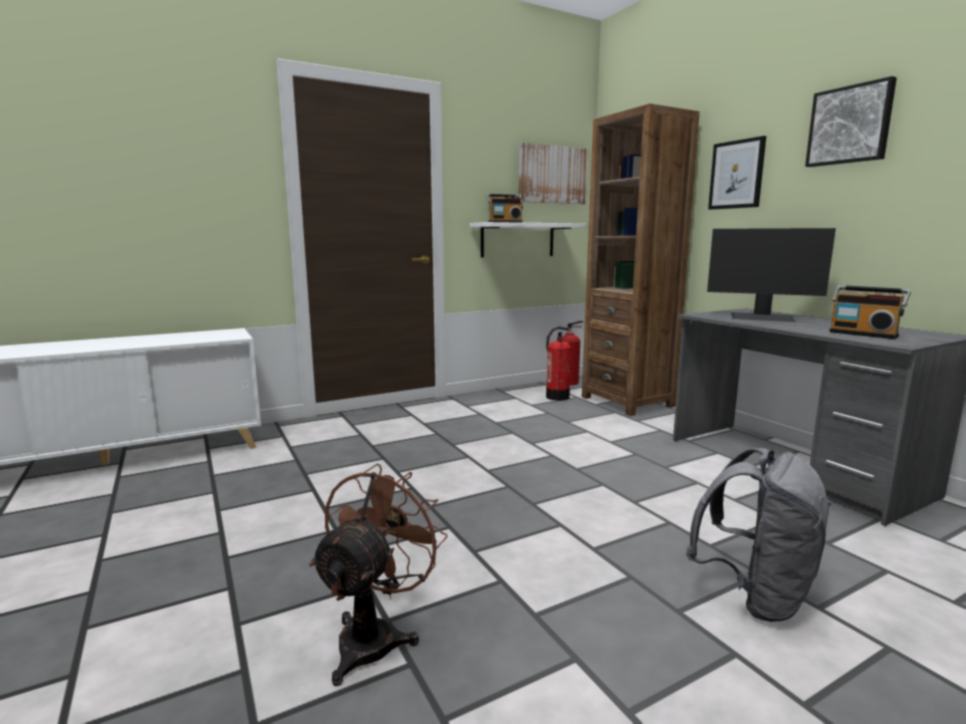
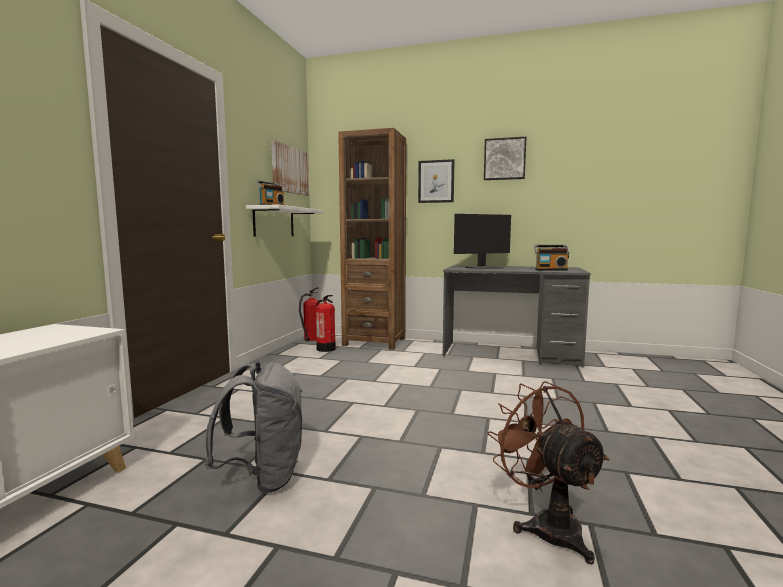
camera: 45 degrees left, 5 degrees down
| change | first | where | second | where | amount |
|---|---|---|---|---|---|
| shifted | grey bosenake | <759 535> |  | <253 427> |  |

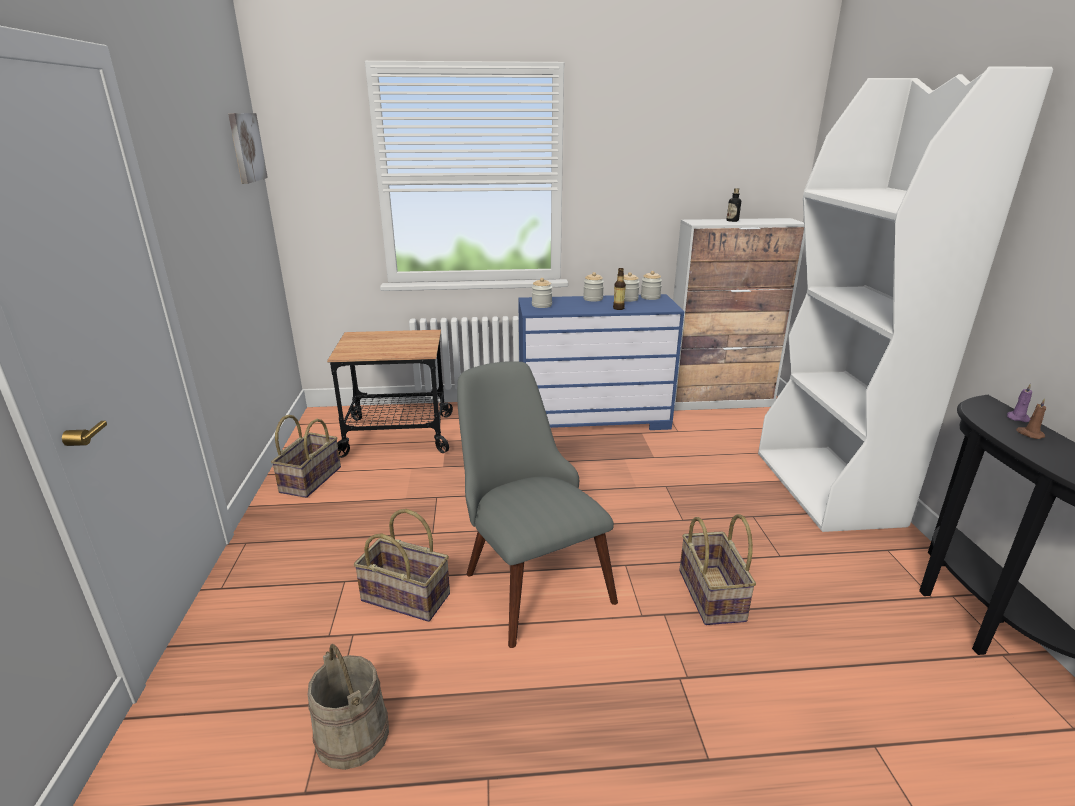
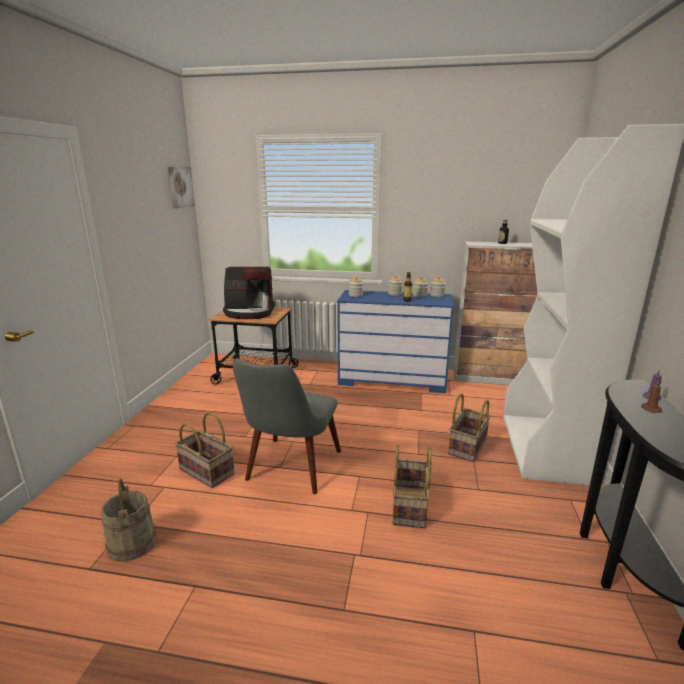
camera: 15 degrees right, 5 degrees down
| change | first | where | second | where | amount |
|---|---|---|---|---|---|
| rotated | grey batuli | <537 504> |  | <287 426> | 150 degrees counterclockwise |
| shifted | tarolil | <306 456> |  | <469 427> |  |
| new |  |  | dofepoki | <249 293> |  |

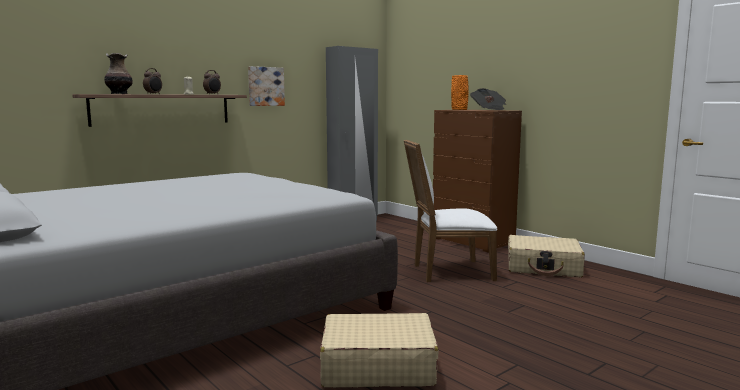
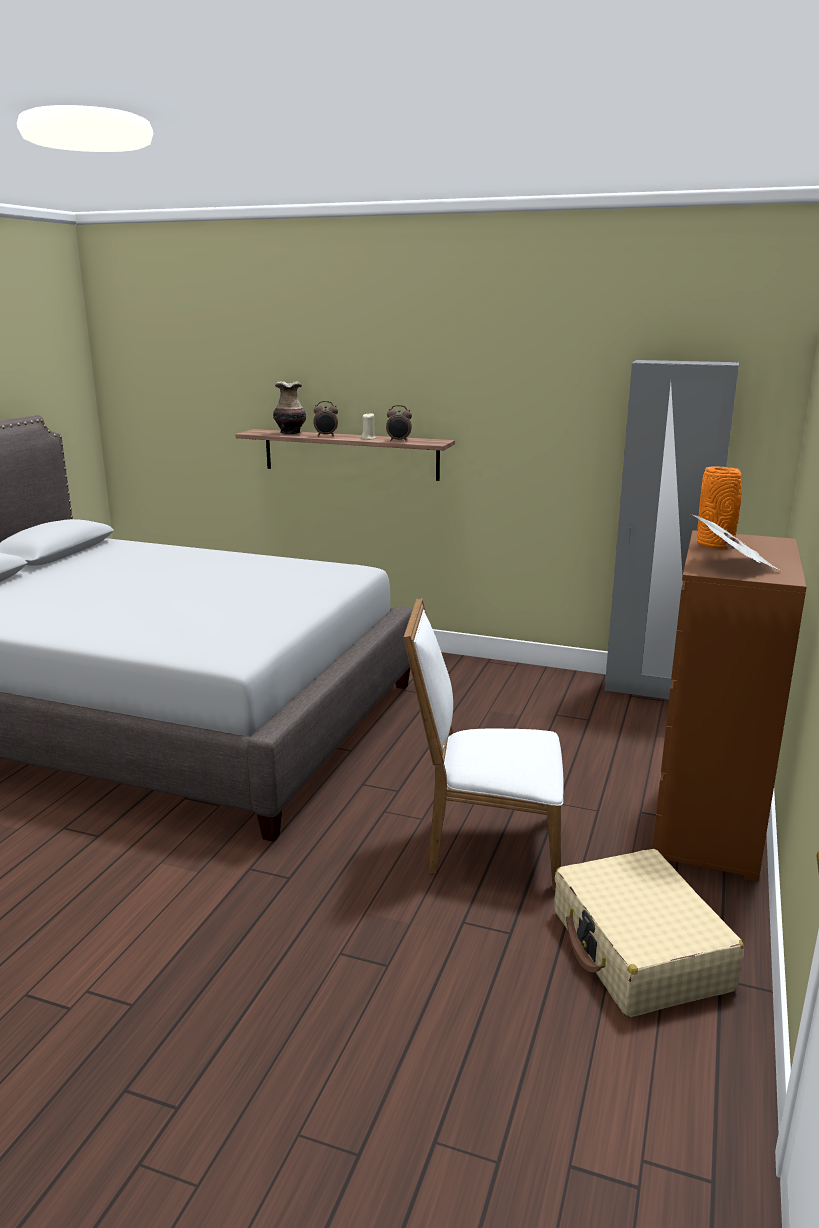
camera: 60 degrees right, 10 degrees up
| change | first | where | second | where | amount |
|---|---|---|---|---|---|
| gone | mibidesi | <266 86> |  |  |  |
| rotated | white batuli | <450 211> |  | <483 744> | 45 degrees counterclockwise |
| gone | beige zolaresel | <379 350> |  |  |  |

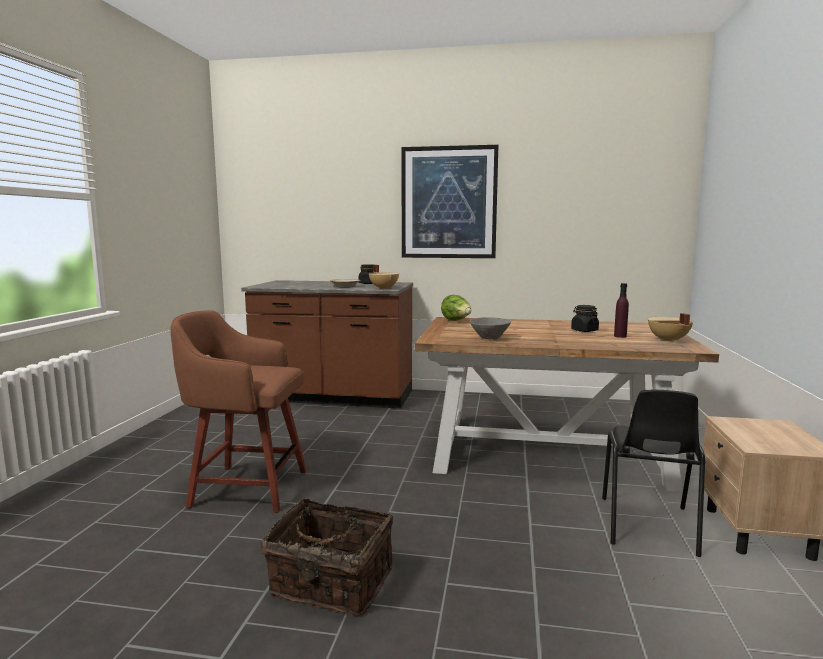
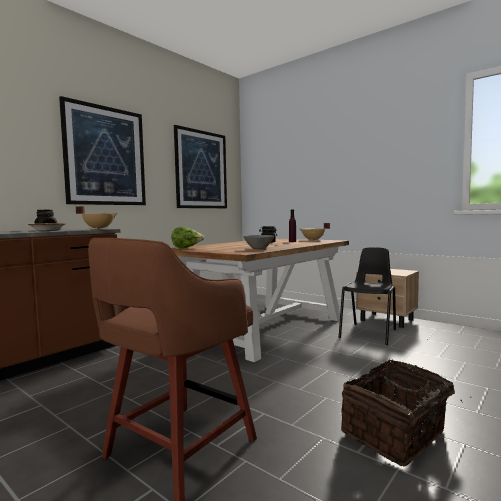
camera: 60 degrees left, 5 degrees down
| change | first | where | second | where | amount |
|---|---|---|---|---|---|
| rotated | black batuli | <653 473> |  | <367 296> | 105 degrees counterclockwise |
| new |  |  | mibidesi | <200 166> |  |

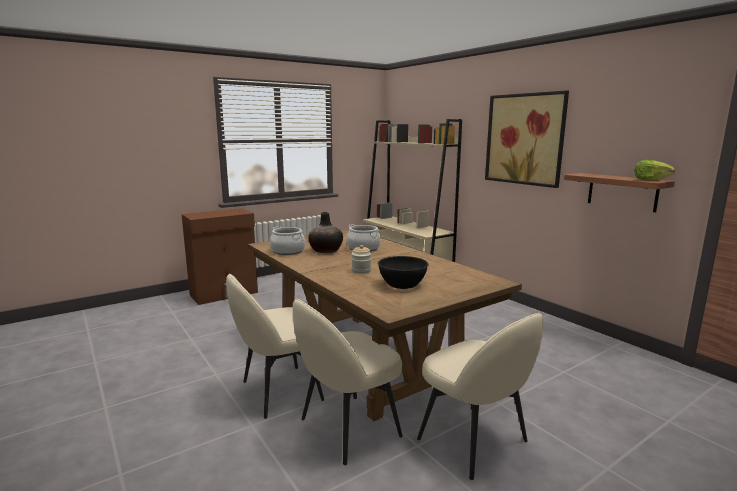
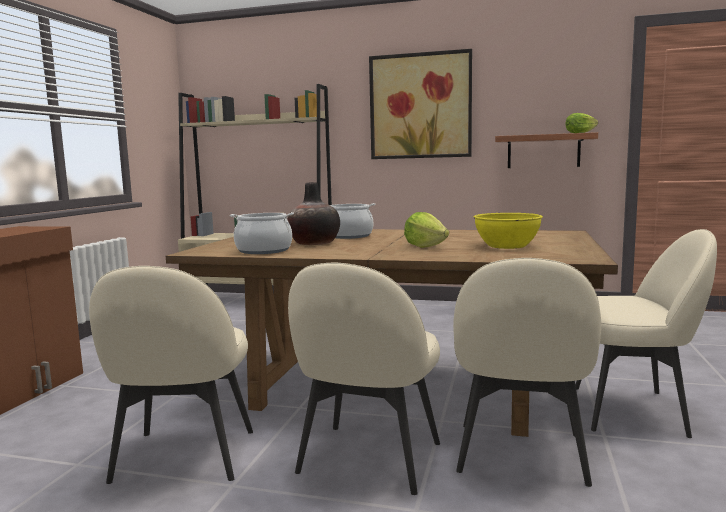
camera: 40 degrees left, 5 degrees down
| change | first | where | second | where | amount |
|---|---|---|---|---|---|
| swapped | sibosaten | <361 259> | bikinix | <426 230> |  |
| repainted | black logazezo | <403 272> | yellow logazezo | <508 231> |  |
| new |  |  | beige batuli | <171 375> |  |

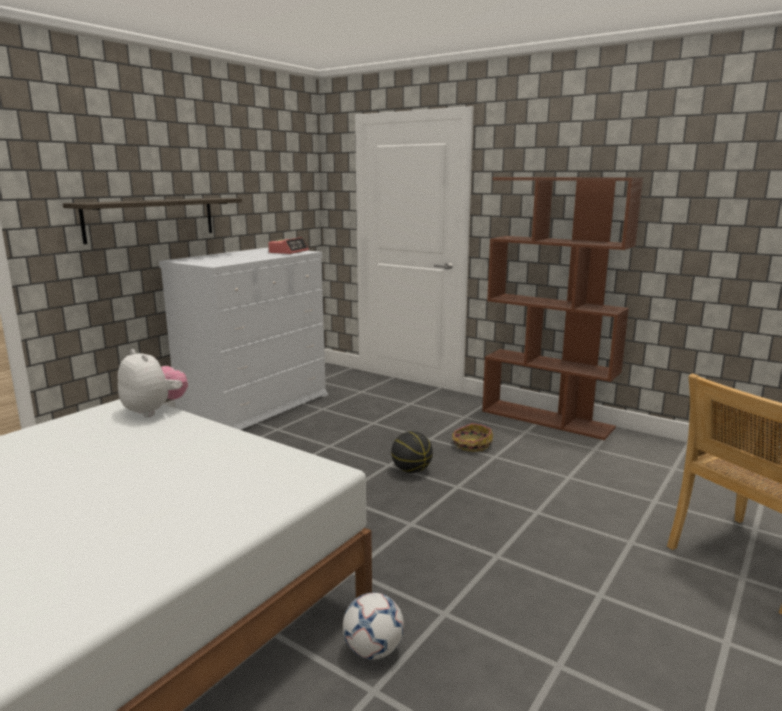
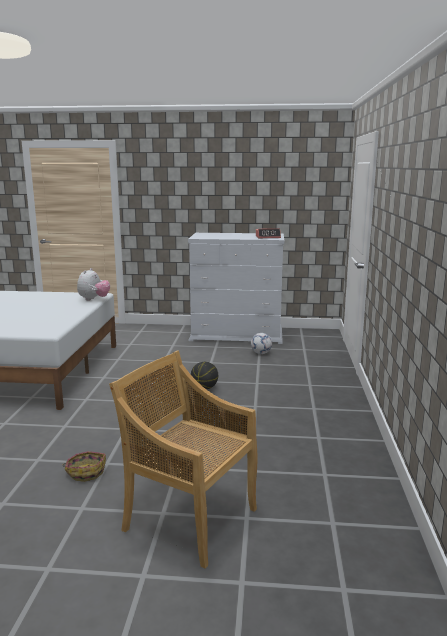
camera: 60 degrees right, 0 degrees up
| change | first | where | second | where | amount |
|---|---|---|---|---|---|
| gone | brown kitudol | <562 308> |  |  |  |
| gone | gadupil | <152 221> |  |  |  |
| shifted | tarolil | <472 437> |  | <84 466> |  |
| shifted | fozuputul | <373 626> |  | <261 343> |  |

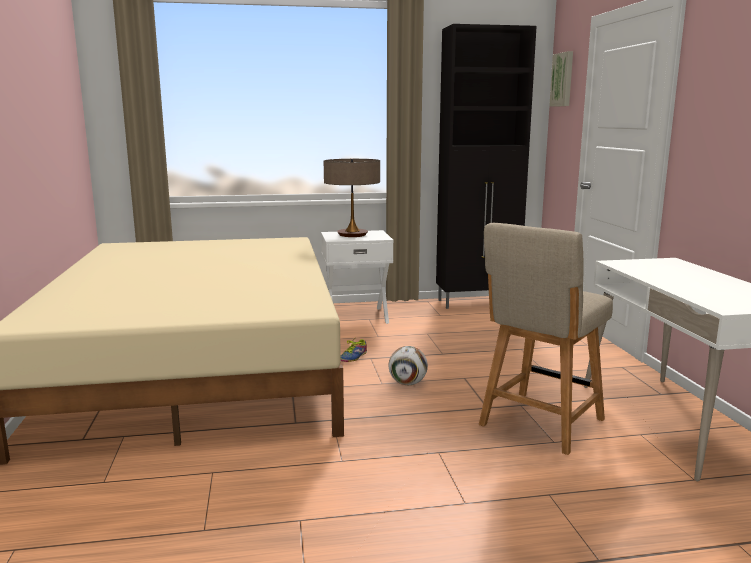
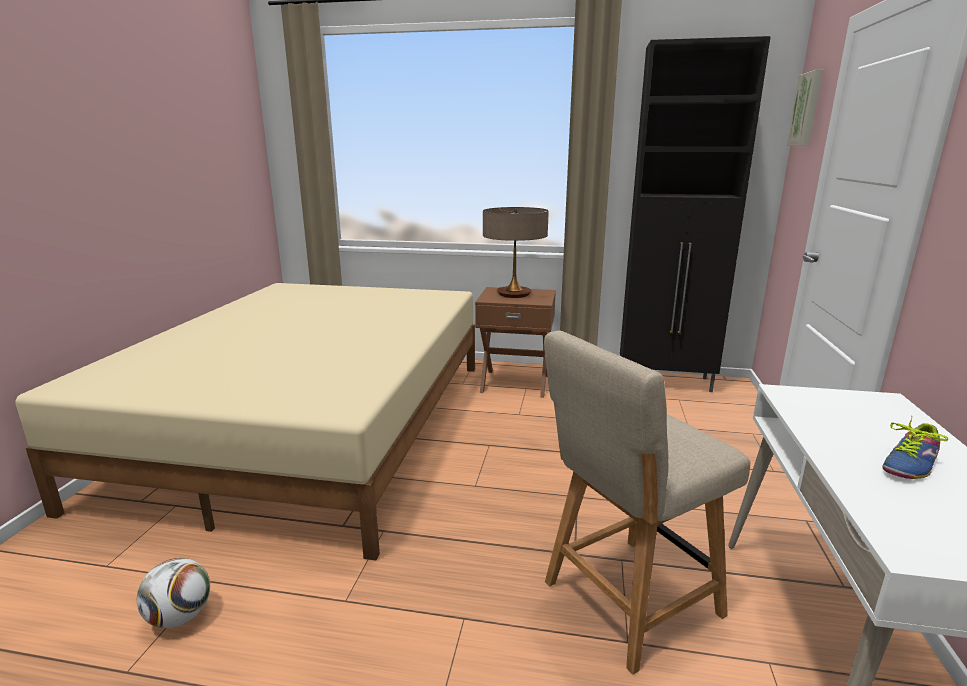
camera: 20 degrees right, 5 degrees up
| change | first | where | second | where | amount |
|---|---|---|---|---|---|
| repainted | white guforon | <357 277> | brown guforon | <515 342> |  |
| shifted | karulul | <354 349> |  | <915 447> |  |
| shifted | fozuputul | <408 365> |  | <173 593> |  |

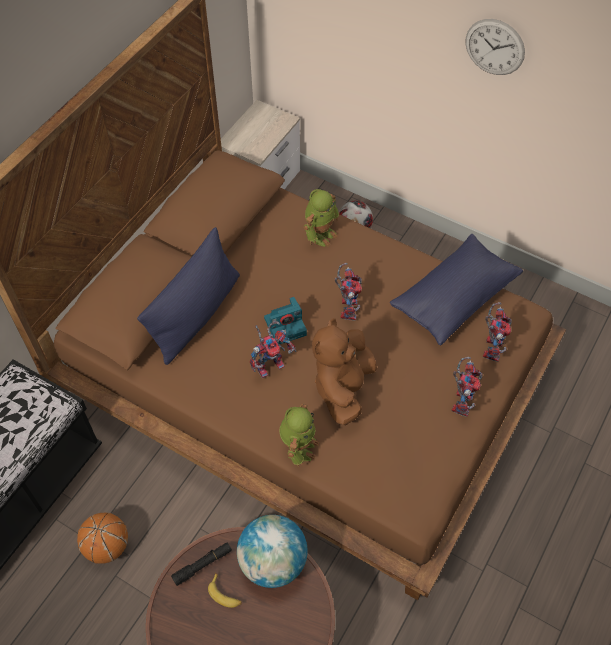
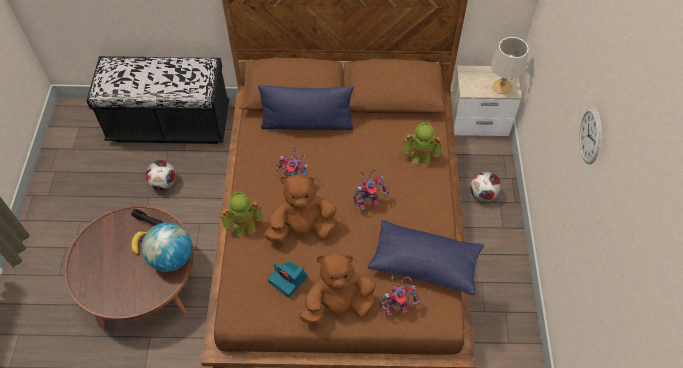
camera: 60 degrees right, 0 degrees up
| change | first | where | second | where | amount |
|---|---|---|---|---|---|
| shifted | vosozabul | <285 320> |  | <288 279> |  |
| swapped | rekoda | <467 387> | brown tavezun | <338 288> |  |
| swapped | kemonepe | <102 538> | fozuputul | <161 175> |  |
| new |  |  | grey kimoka | <509 65> |  |

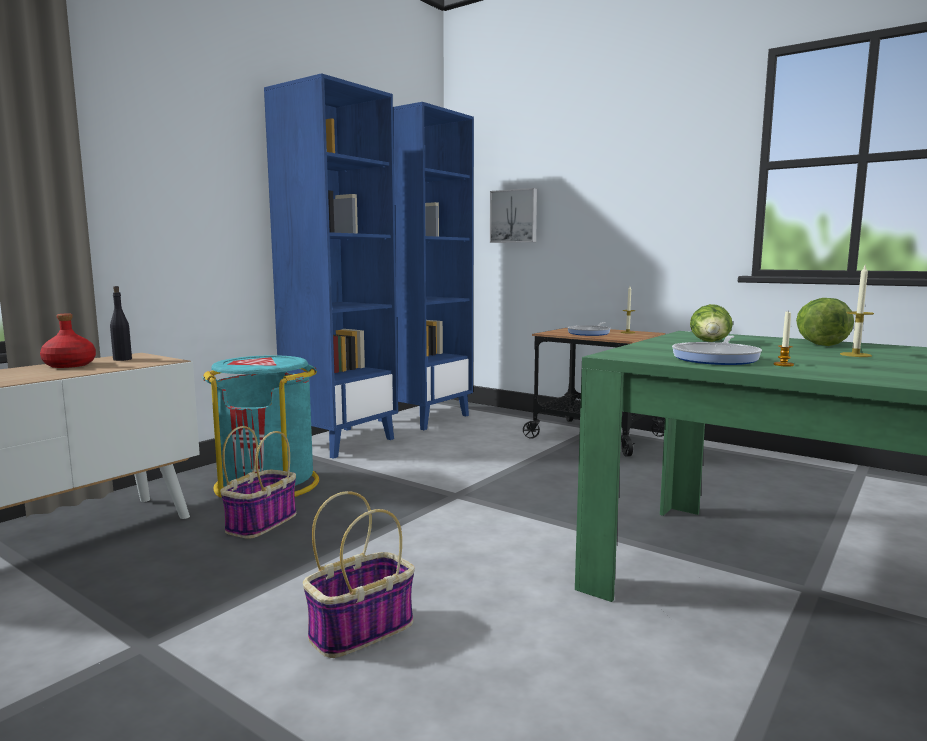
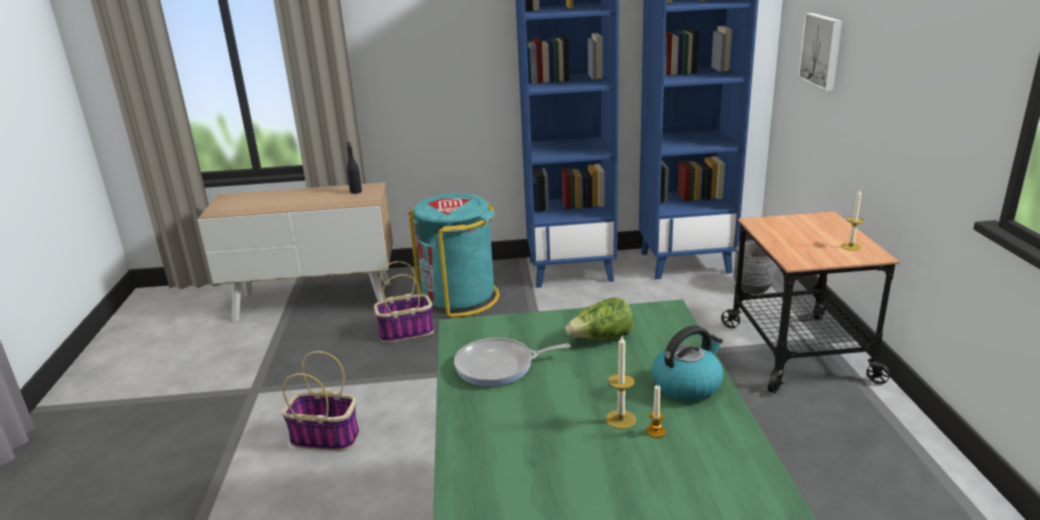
camera: 50 degrees right, 15 degrees up
| change | first | where | second | where | amount |
|---|---|---|---|---|---|
| swapped | bikinix | <825 322> | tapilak | <687 363> |  |
| shifted | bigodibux | <784 338> |  | <655 411> |  |
| gone | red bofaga | <68 341> |  |  |  |
| gone | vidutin | <589 329> |  |  |  |
| new |  |  | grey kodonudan | <755 268> |  |

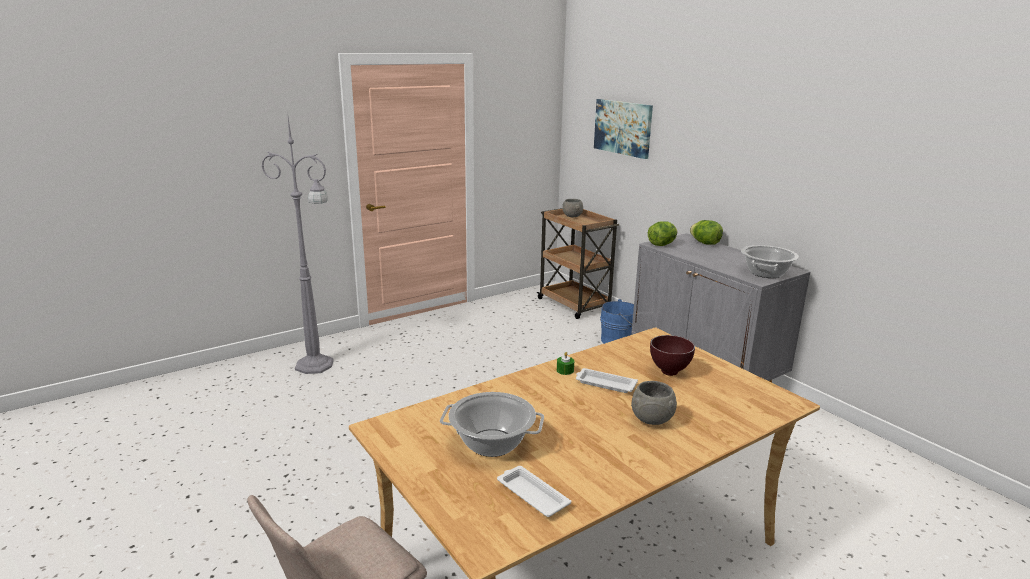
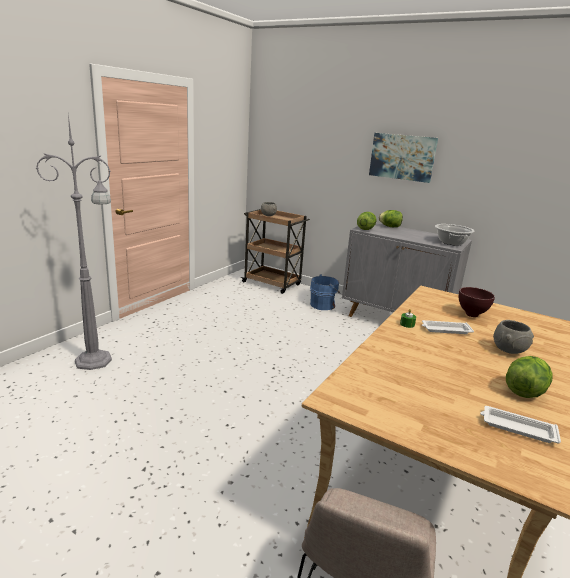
camera: 25 degrees left, 0 degrees up
| change | first | where | second | where | amount |
|---|---|---|---|---|---|
| shifted | mibidesi | <623 129> |  | <403 158> |  |
| gone | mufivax | <492 424> |  |  |  |
| new |  |  | bikinix | <529 377> |  |

